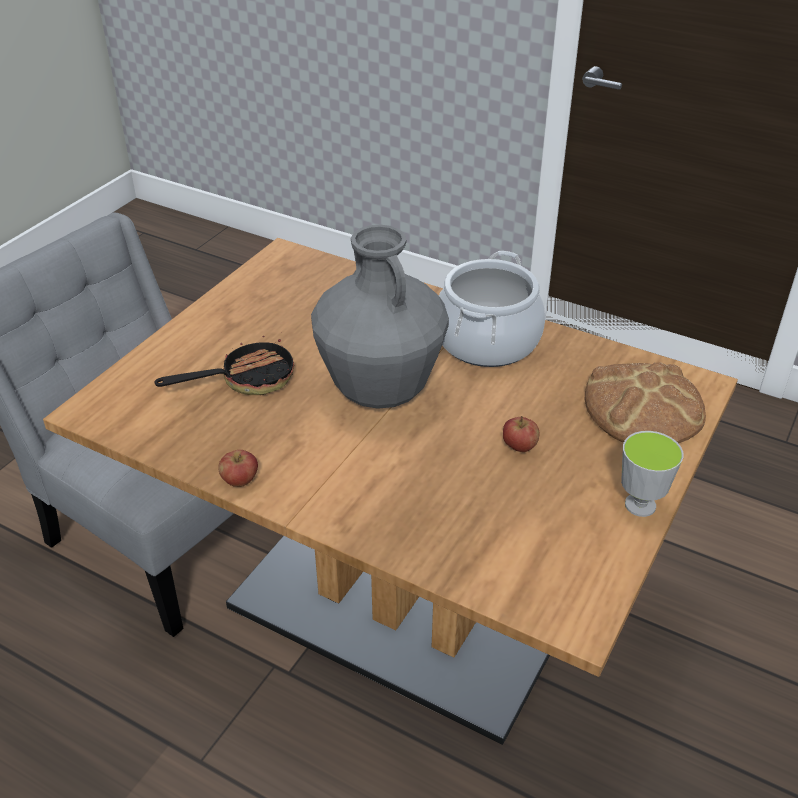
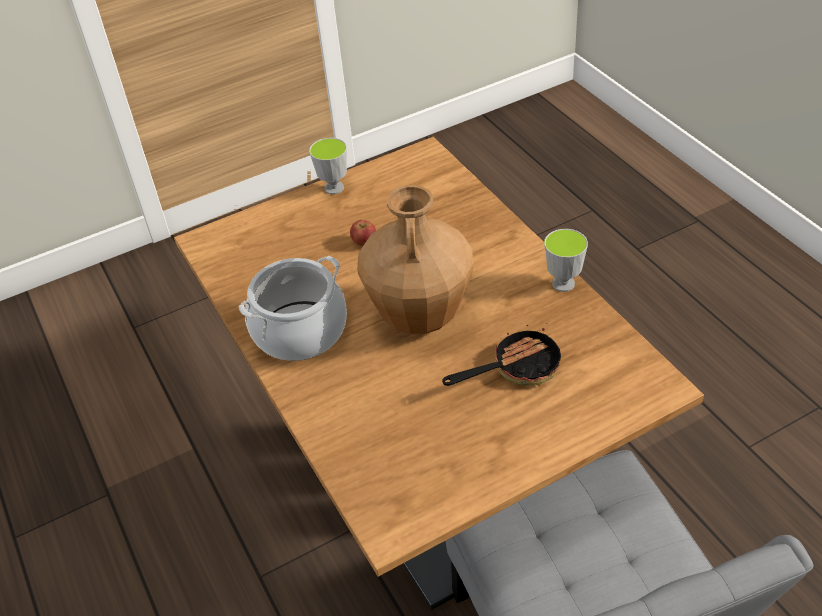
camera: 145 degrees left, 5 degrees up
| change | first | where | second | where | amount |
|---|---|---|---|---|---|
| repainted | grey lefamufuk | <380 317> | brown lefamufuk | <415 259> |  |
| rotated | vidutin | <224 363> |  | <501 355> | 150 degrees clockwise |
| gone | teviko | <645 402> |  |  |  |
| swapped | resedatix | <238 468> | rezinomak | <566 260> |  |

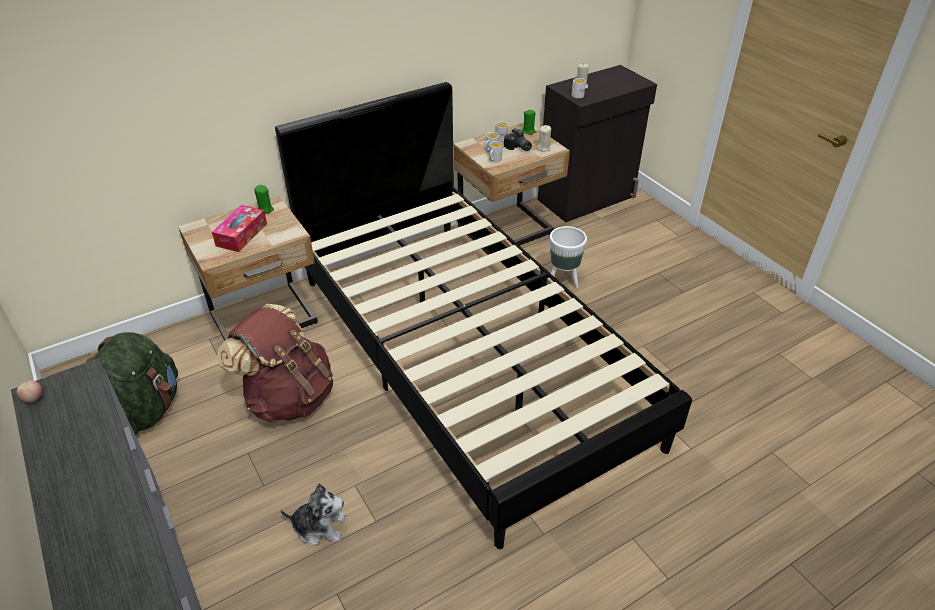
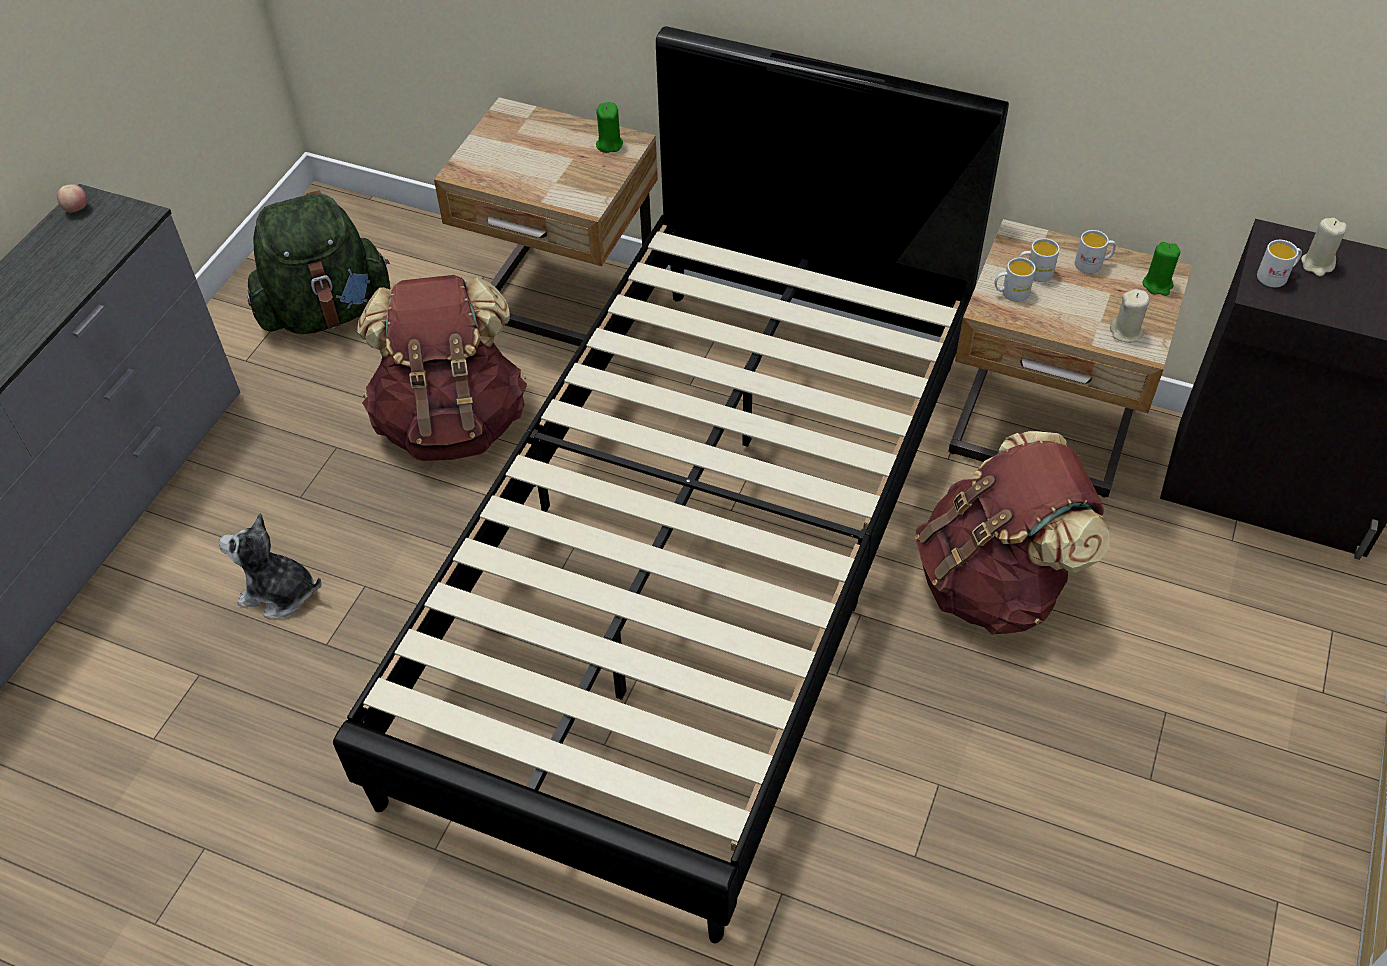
camera: 55 degrees right, 10 degrees up
| change | first | where | second | where | amount |
|---|---|---|---|---|---|
| gone | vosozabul | <518 139> |  |  |  |
| gone | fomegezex | <239 228> |  |  |  |
| swapped | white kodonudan | <568 257> | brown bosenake | <1012 533> |  |
| rotated | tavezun | <313 515> |  | <270 565> | 135 degrees clockwise |

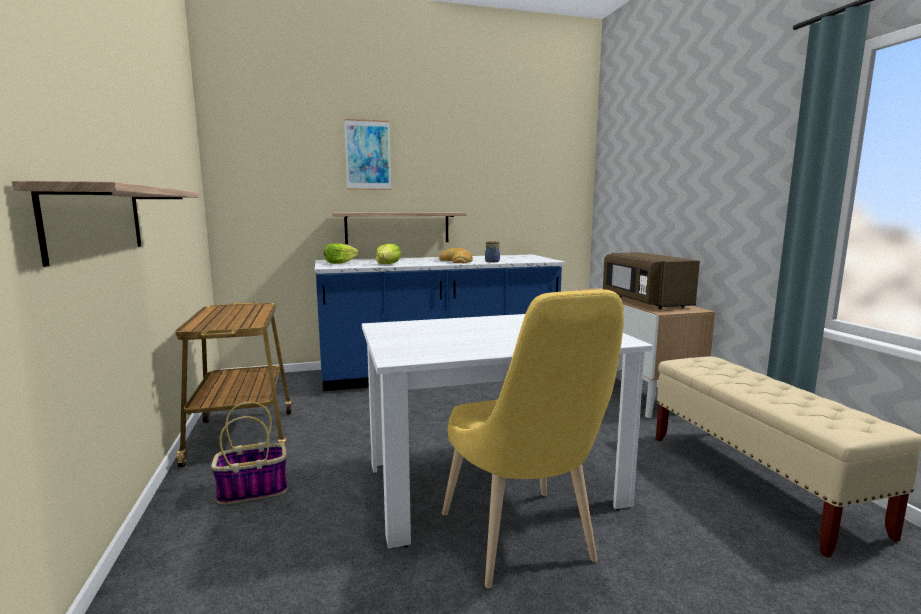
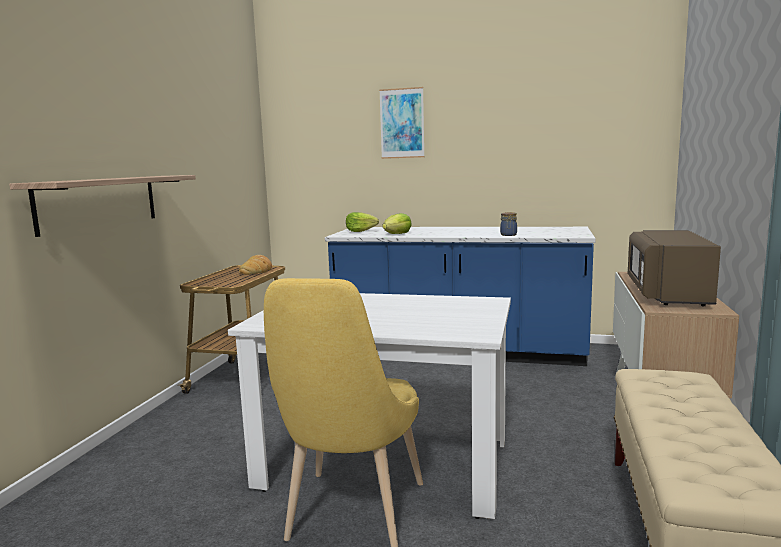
camera: 30 degrees right, 0 degrees up
| change | first | where | second | where | amount |
|---|---|---|---|---|---|
| gone | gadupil | <399 228> |  |  |  |
| shifted | teviko | <456 255> |  | <255 265> |  |
| gone | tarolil | <249 453> |  |  |  |

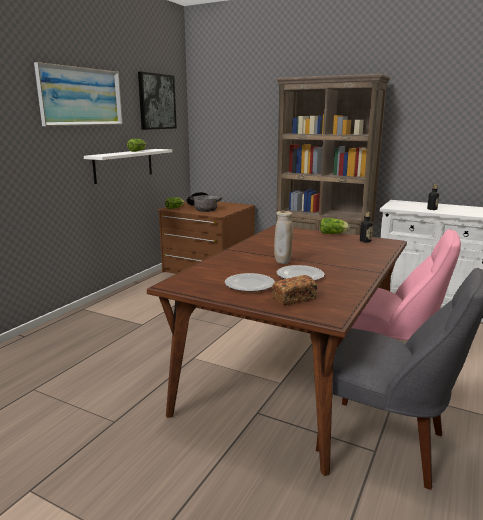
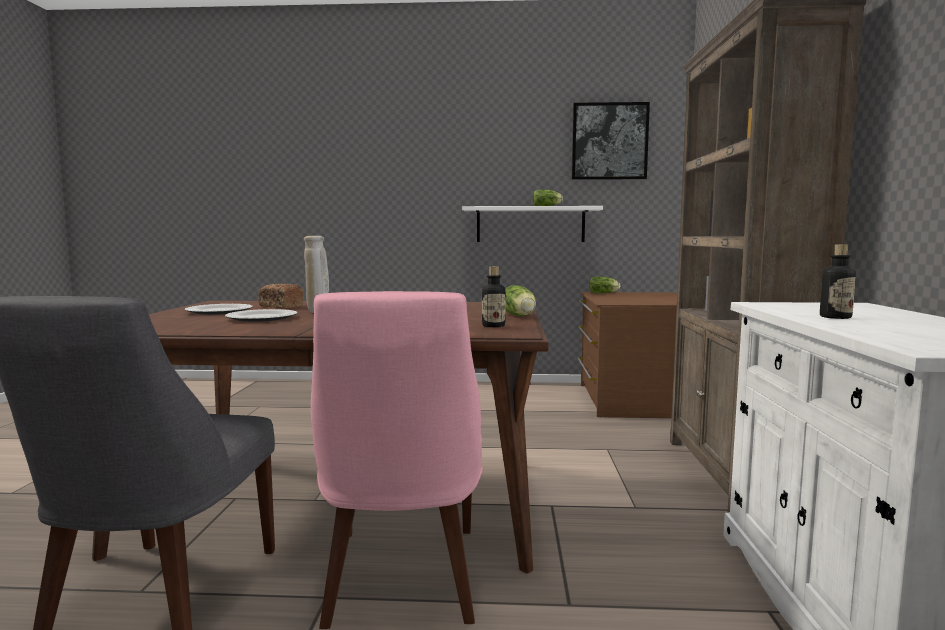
camera: 65 degrees right, 10 degrees down
| change | first | where | second | where | amount |
|---|---|---|---|---|---|
| gone | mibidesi | <78 94> |  |  |  |
| gone | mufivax | <204 202> |  |  |  |
| shifted | teviko | <295 290> |  | <281 296> |  |

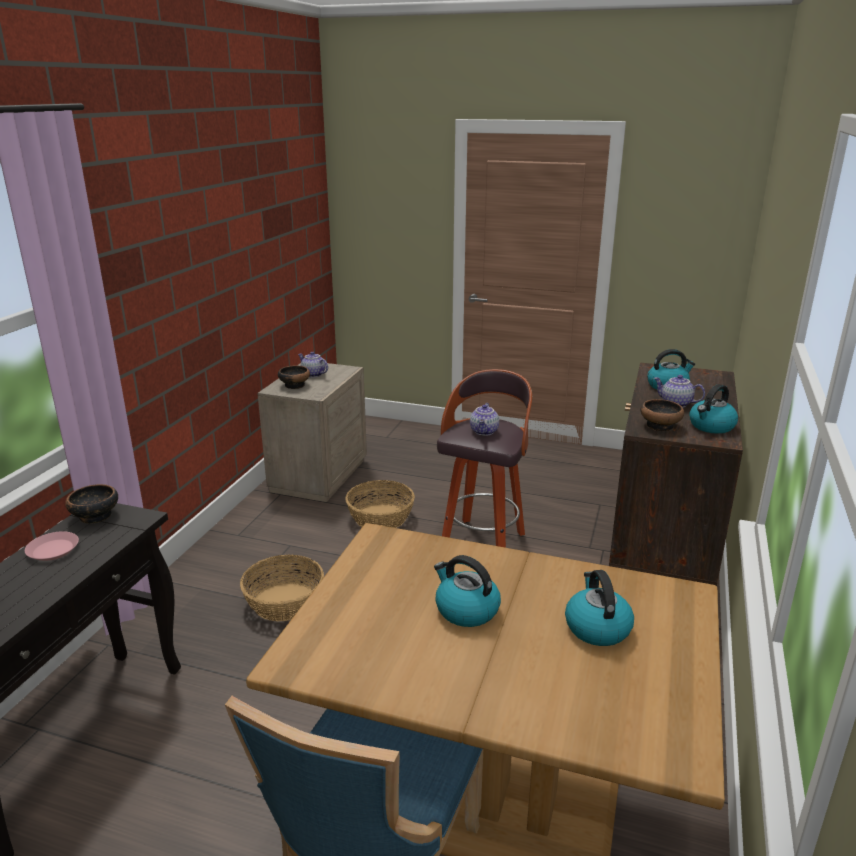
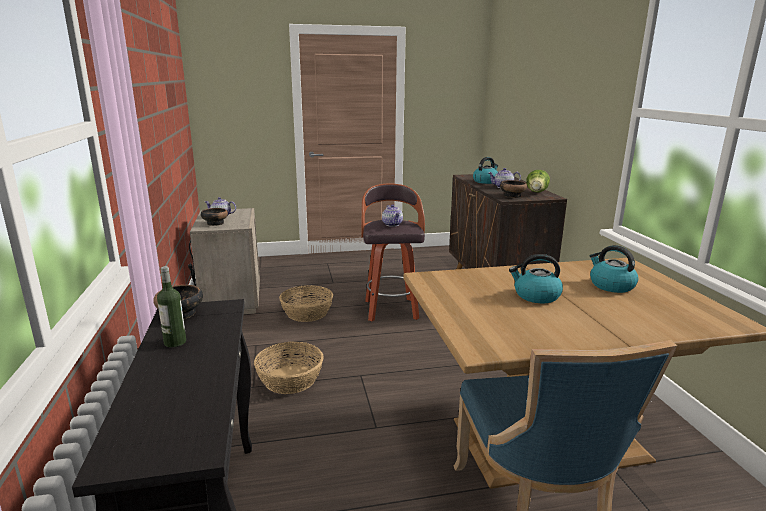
camera: 30 degrees left, 5 degrees down
| change | first | where | second | where | amount |
|---|---|---|---|---|---|
| swapped | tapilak | <713 409> | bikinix | <538 181> |  |
| swapped | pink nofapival | <52 546> | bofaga | <171 306> |  |

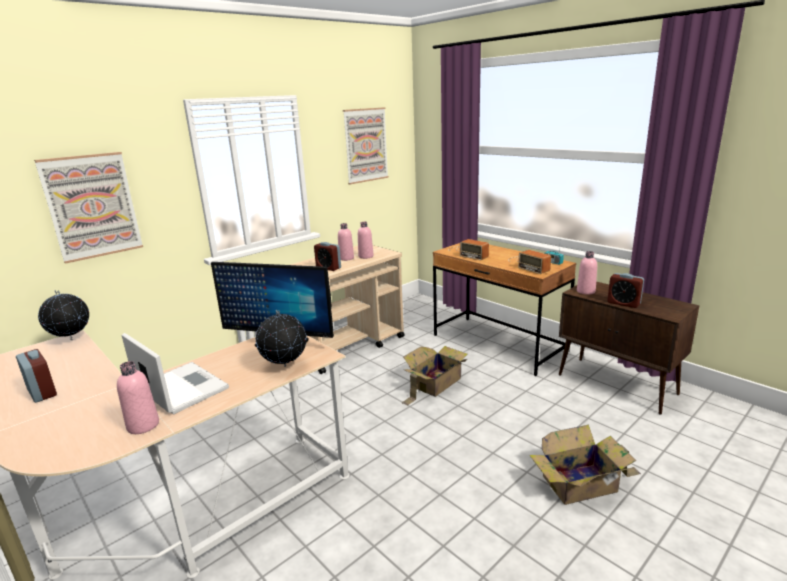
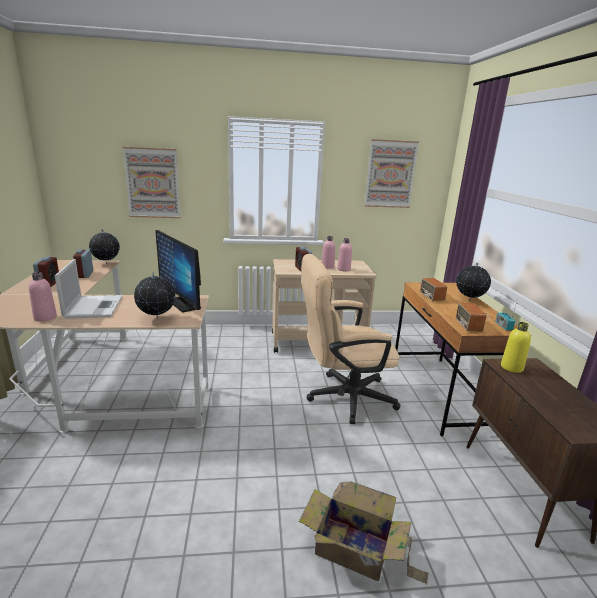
camera: 35 degrees right, 0 degrees up
| change | first | where | second | where | amount |
|---|---|---|---|---|---|
| repainted | pink bofaga | <587 273> | yellow bofaga | <516 347> |  |
| shifted | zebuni | <625 290> |  | <83 263> |  |
| swapped | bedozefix | <434 376> | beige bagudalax | <351 339> |  |
| new |  |  | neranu | <473 282> |  |

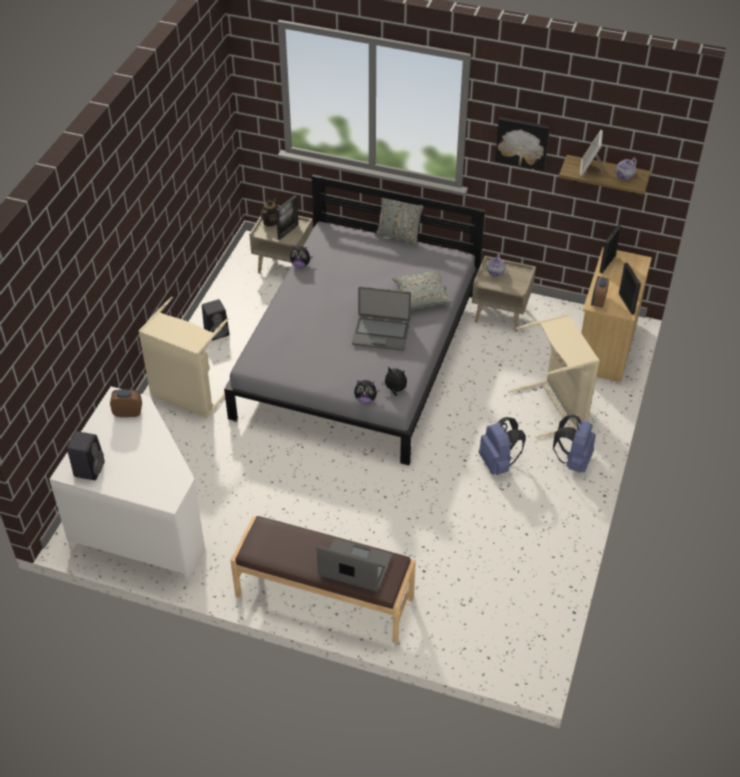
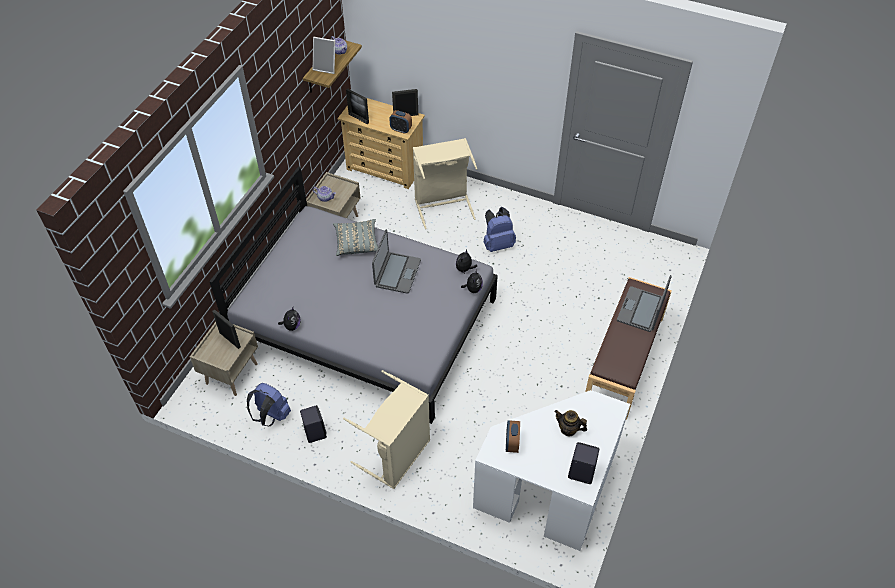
camera: 85 degrees left, 5 degrees up
| change | first | where | second | where | amount |
|---|---|---|---|---|---|
| gone | mibidesi | <522 144> |  |  |  |
| shifted | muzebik | <269 212> |  | <570 423> |  |
| gone | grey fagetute | <399 223> |  |  |  |
| shifted | blue bosenake | <574 444> |  | <269 404> |  |

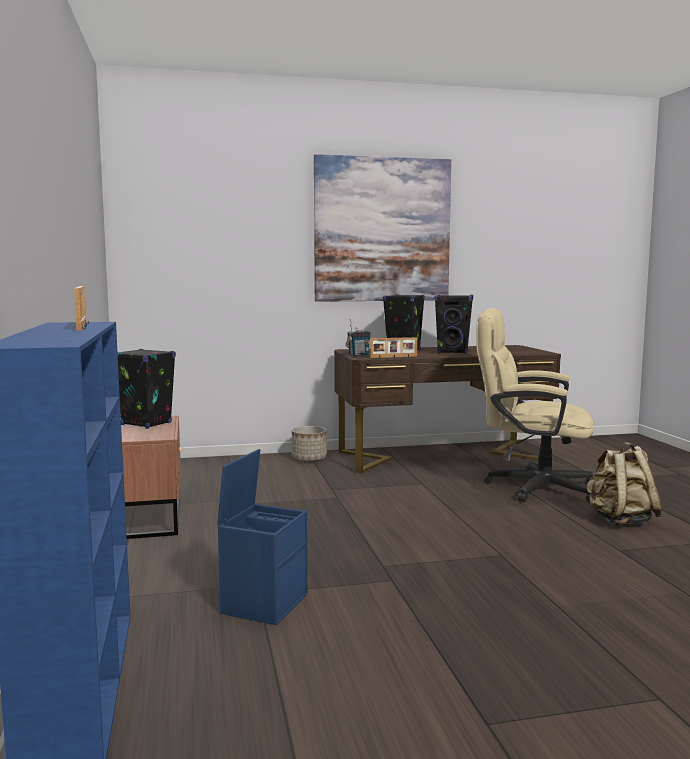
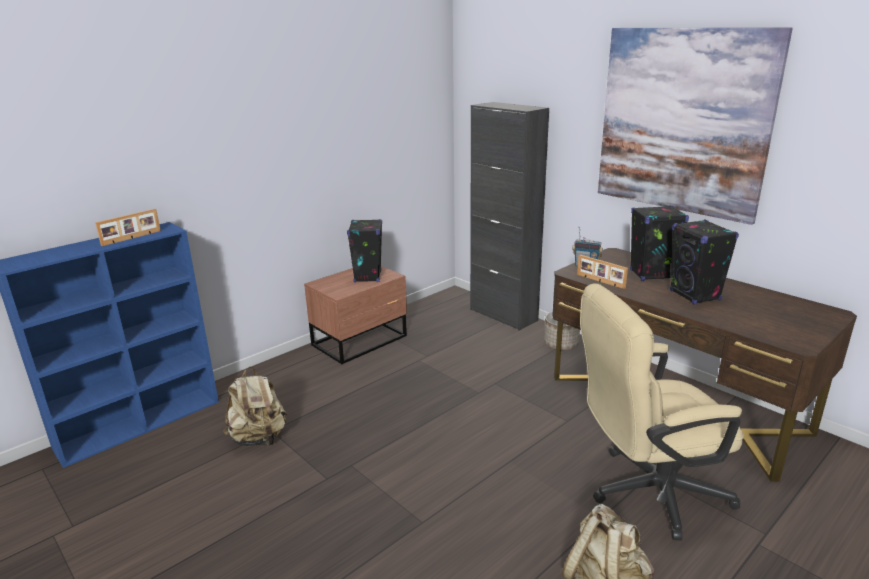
camera: 60 degrees right, 15 degrees up
| change | first | where | second | where | amount |
|---|---|---|---|---|---|
| rotated | beige bagudalax | <535 405> |  | <662 411> | 90 degrees counterclockwise |
| swapped | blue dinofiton | <262 537> | beige bosenake | <255 406> |  |
| new |  |  | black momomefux | <509 216> |  |

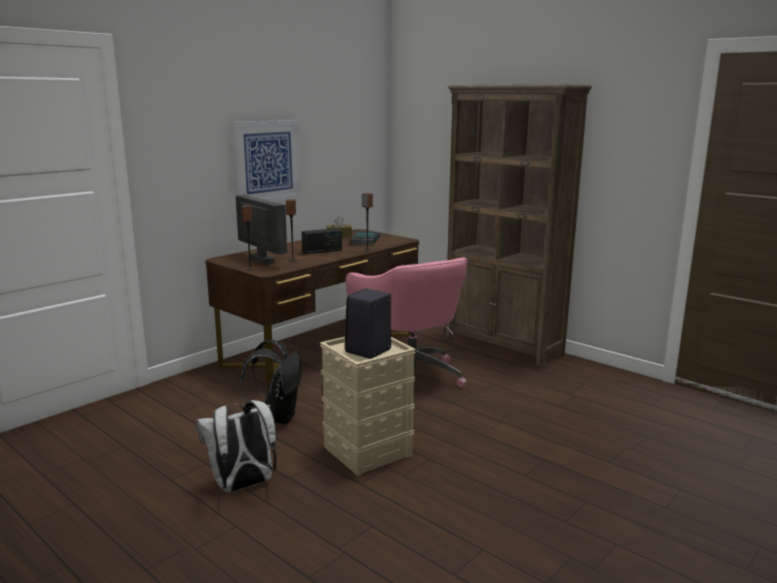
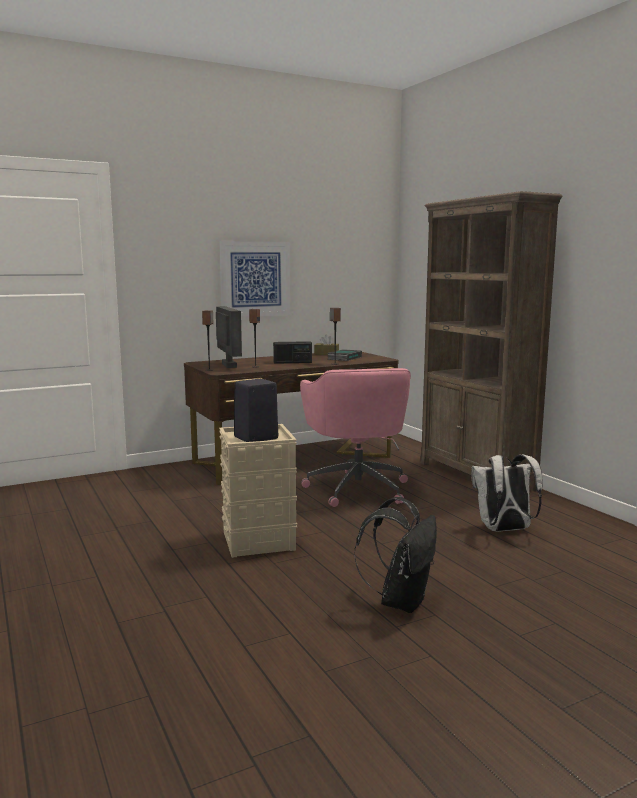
camera: 20 degrees right, 5 degrees down
| change | first | where | second | where | amount |
|---|---|---|---|---|---|
| shifted | black bosenake | <270 382> |  | <395 555> |  |
| shifted | white bosenake | <236 446> |  | <506 493> |  |

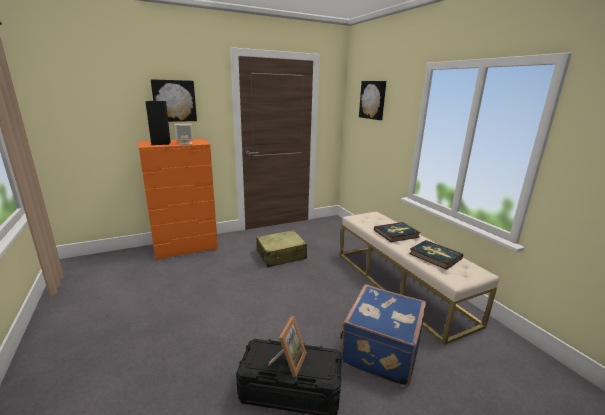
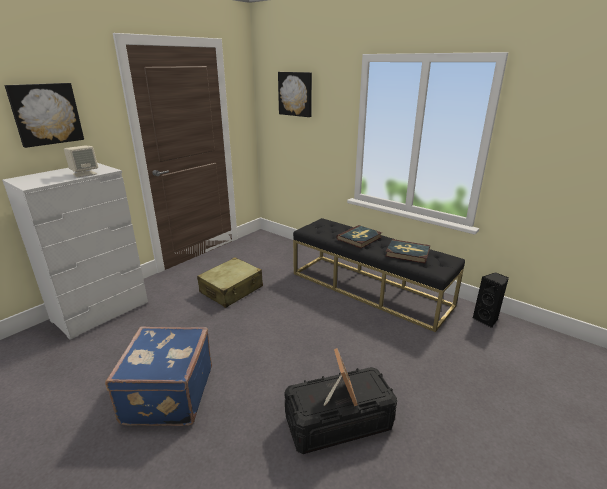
camera: 25 degrees left, 5 degrees up
| change | first | where | second | where | amount |
|---|---|---|---|---|---|
| shifted | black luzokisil | <158 123> |  | <490 300> |  |
| repainted | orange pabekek | <178 199> | white pabekek | <75 251> |  |
| repainted | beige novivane | <419 278> | black novivane | <379 275> |  |
| shifted | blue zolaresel | <383 336> |  | <158 376> |  |

